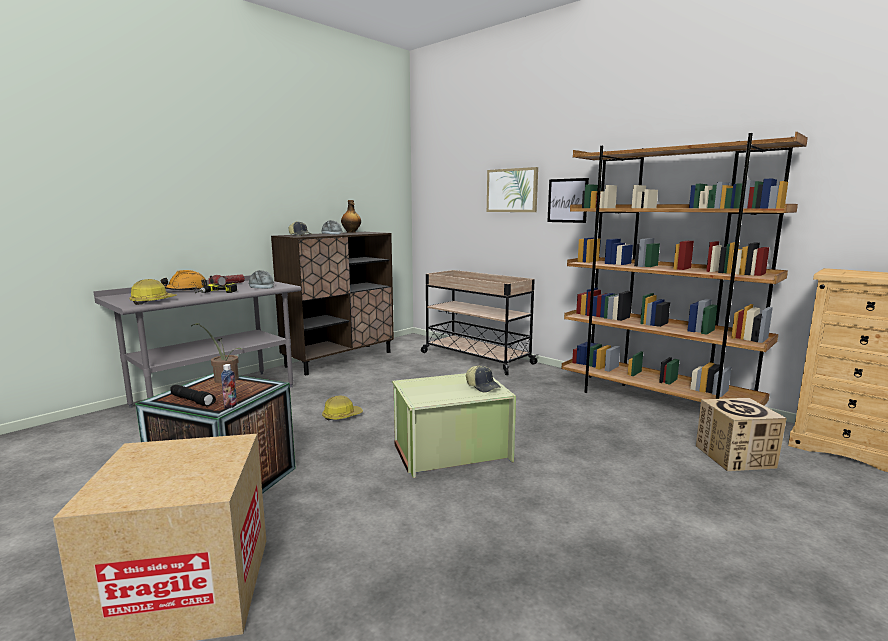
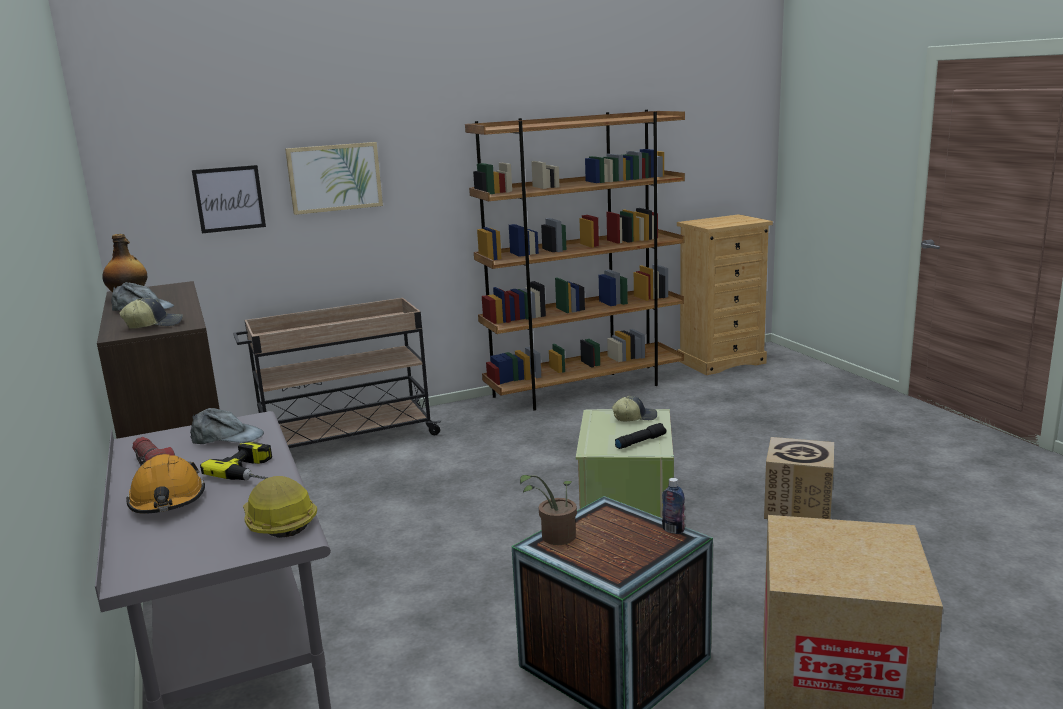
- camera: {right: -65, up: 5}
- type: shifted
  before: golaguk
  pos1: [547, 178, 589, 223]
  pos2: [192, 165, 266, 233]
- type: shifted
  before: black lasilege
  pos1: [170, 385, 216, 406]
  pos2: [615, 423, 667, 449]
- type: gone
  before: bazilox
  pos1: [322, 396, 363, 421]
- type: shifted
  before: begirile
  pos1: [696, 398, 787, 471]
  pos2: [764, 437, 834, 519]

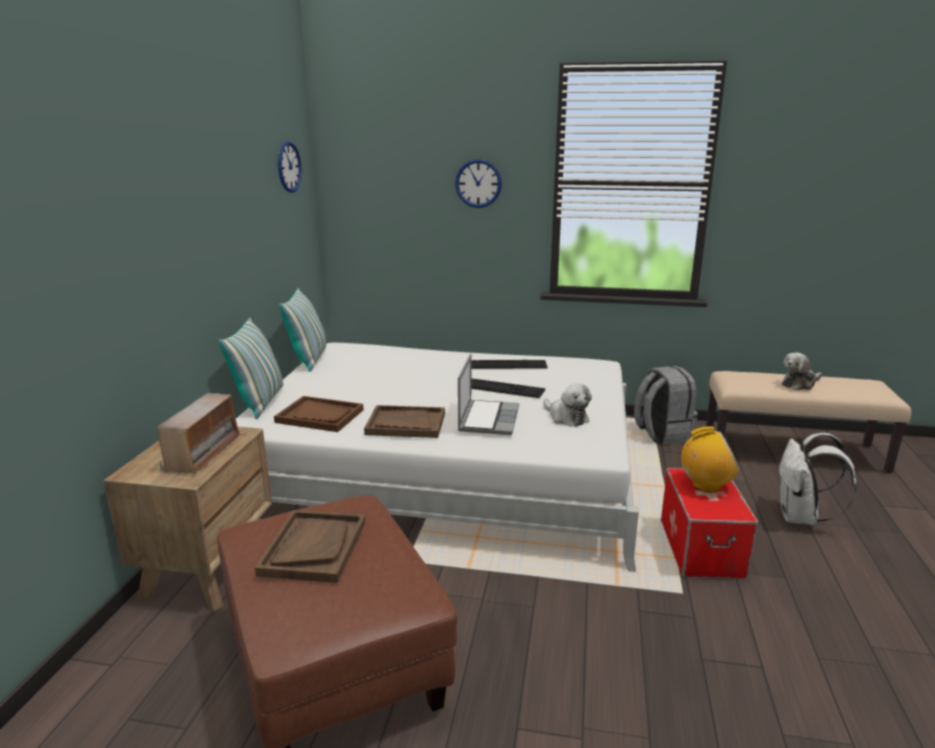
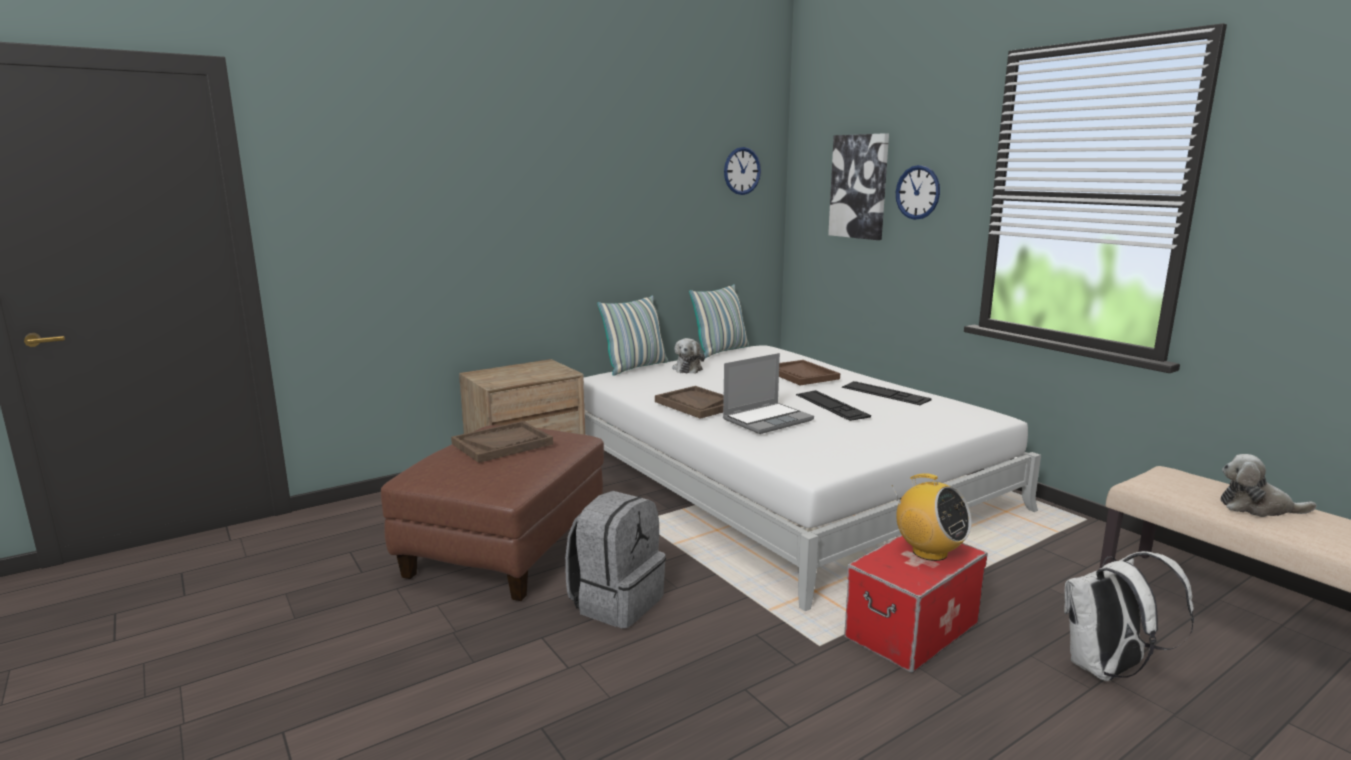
- camera: {right: 45, up: -5}
- type: shifted
  before: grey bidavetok
  pos1: [634, 366, 698, 445]
  pos2: [565, 491, 666, 628]
- type: shifted
  before: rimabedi
  pos1: [543, 383, 592, 427]
  pos2: [672, 338, 705, 374]
- type: gone
  before: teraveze
  pos1: [157, 393, 242, 475]
- type: shifted
  before: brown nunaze
  pos1: [274, 396, 364, 432]
  pos2: [779, 360, 840, 385]
- type: new
  after: golaguk
  pos2: [828, 133, 889, 240]

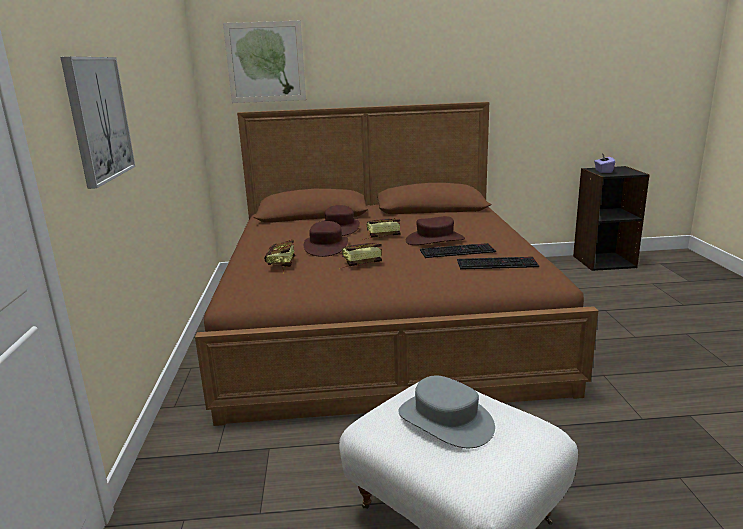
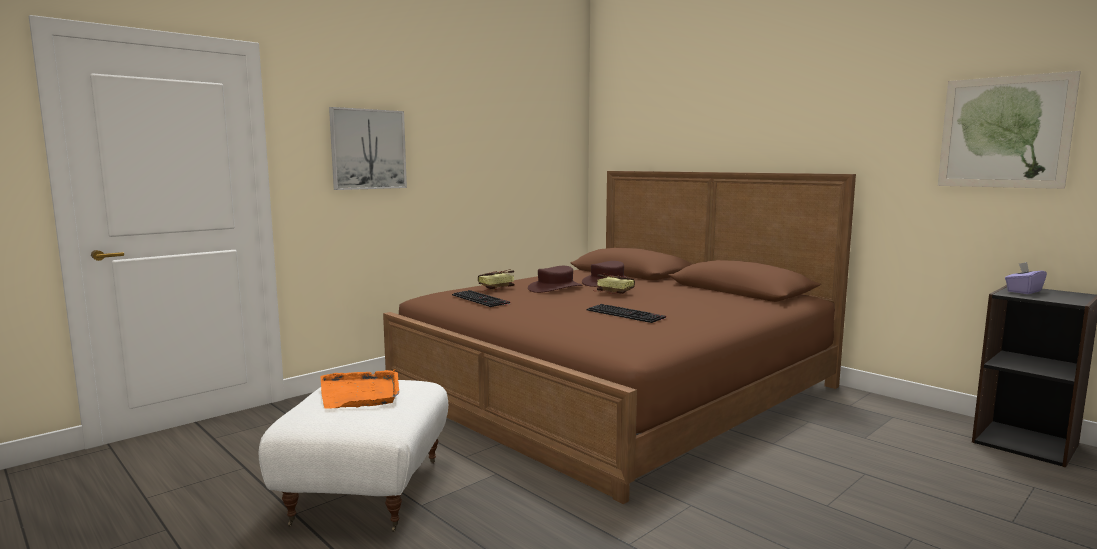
- camera: {right: 50, up: -10}
- type: shifted
  before: golaguk
  pos1: [223, 21, 306, 103]
  pos2: [938, 71, 1081, 189]
- type: gone
  before: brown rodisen
  pos1: [406, 216, 465, 245]
- type: gone
  before: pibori
  pos1: [339, 243, 382, 269]
- type: shifted
  before: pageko
  pos1: [457, 257, 539, 270]
  pos2: [452, 290, 510, 307]
- type: swapped
  before: grey rodisen
  after: orange nunaze
  pos1: [398, 376, 495, 448]
  pos2: [321, 369, 399, 409]

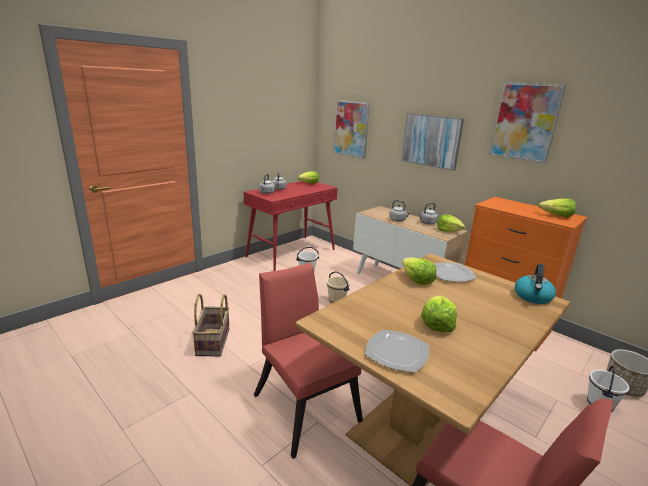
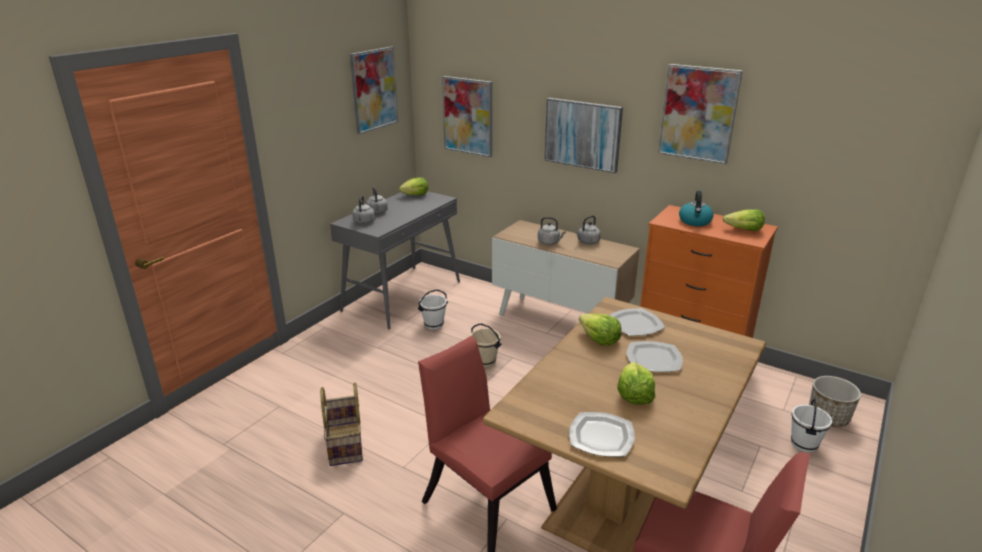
- camera: {right: -10, up: 5}
- type: repainted
  before: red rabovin
  after: grey rabovin
  pos1: [244, 181, 338, 271]
  pos2: [330, 191, 460, 329]
- type: gone
  before: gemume
  pos1: [437, 214, 465, 232]
- type: shifted
  before: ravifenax
  pos1: [515, 264, 556, 304]
  pos2: [679, 191, 714, 226]
- type: new
  after: golaguk
  pos2: [350, 47, 398, 134]
- type: new
  after: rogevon
  pos2: [627, 341, 683, 372]

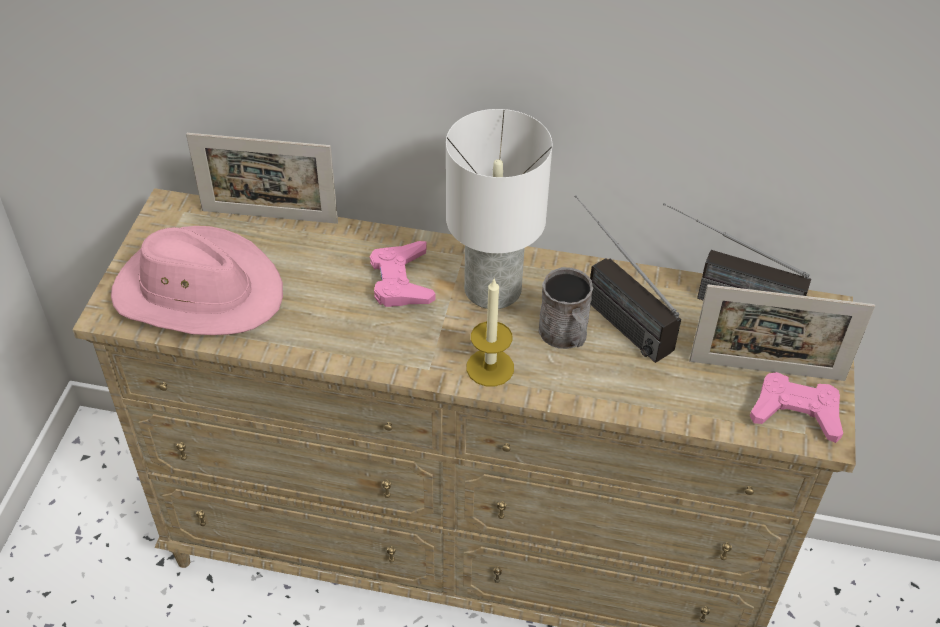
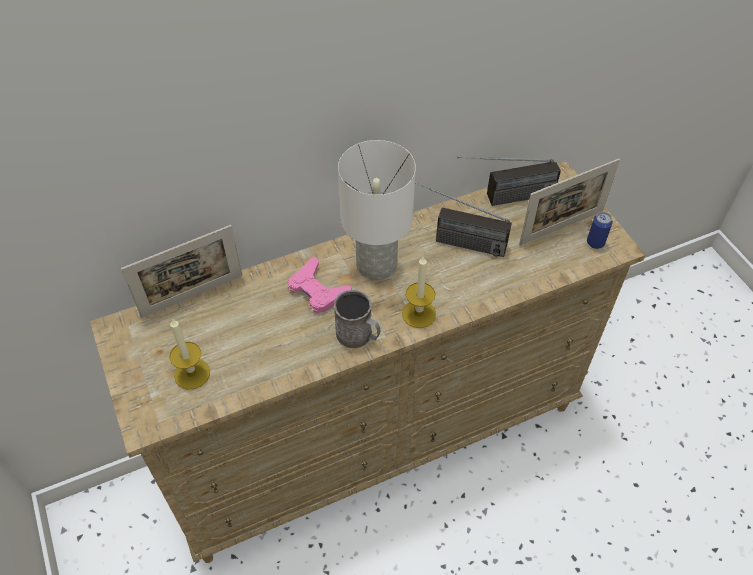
- camera: {right: -35, up: 5}
- type: swapped
  before: pink rodisen
  after: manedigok
  pos1: [111, 226, 283, 335]
  pos2: [169, 318, 210, 390]
- type: shifted
  before: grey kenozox
  pos1: [539, 267, 593, 349]
  pos2: [334, 290, 380, 348]
- type: swapped
  before: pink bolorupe
  after: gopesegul
  pos1: [750, 372, 843, 443]
  pos2: [587, 212, 613, 249]

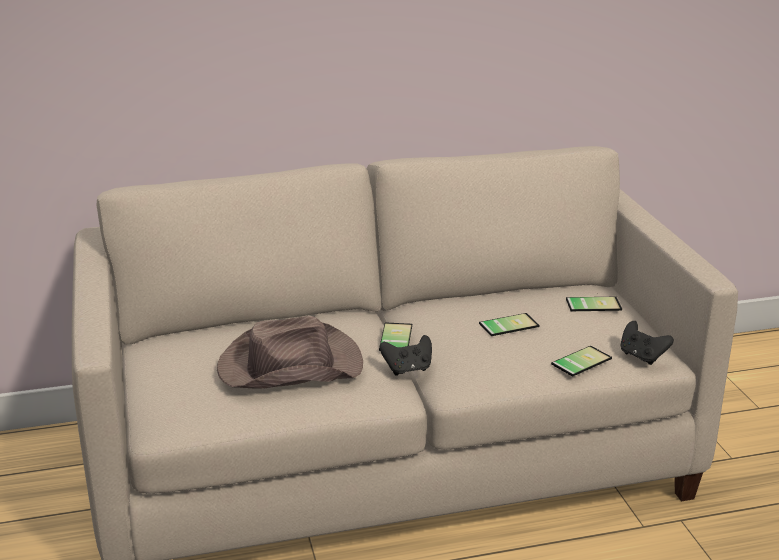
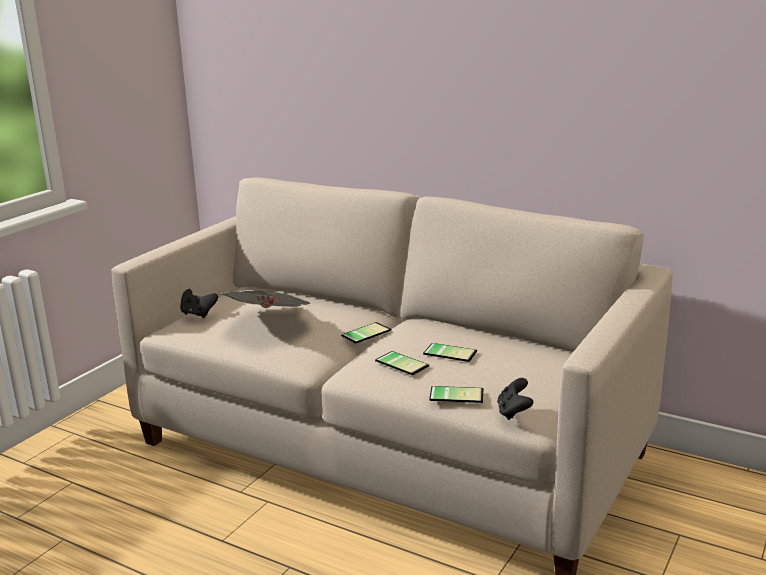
- camera: {right: 45, up: -5}
- type: shifted
  before: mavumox
  pos1: [566, 297, 622, 311]
  pos2: [375, 351, 429, 375]
- type: swapped
  before: brown rodisen
  after: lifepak
  pos1: [217, 316, 363, 389]
  pos2: [221, 290, 311, 308]
- type: shifted
  before: black bolorupe
  pos1: [380, 335, 432, 376]
  pos2: [180, 289, 218, 318]

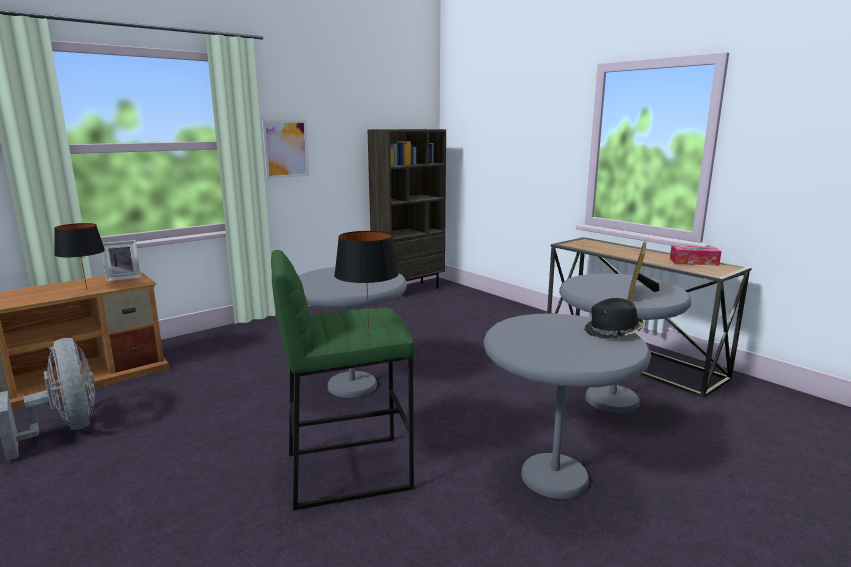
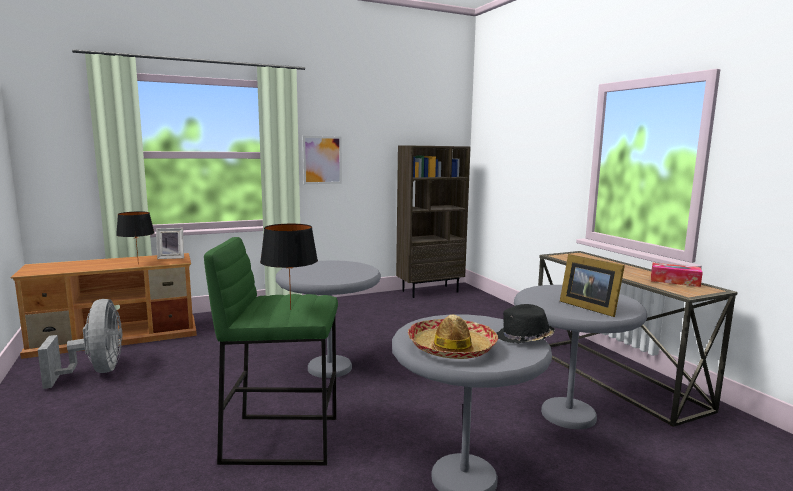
- camera: {right: 15, up: -5}
- type: rotated
  before: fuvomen
  pos1: [627, 242, 659, 301]
  pos2: [560, 254, 625, 317]
  turn: -75
- type: new
  after: rodisen
  pos2: [408, 315, 498, 359]

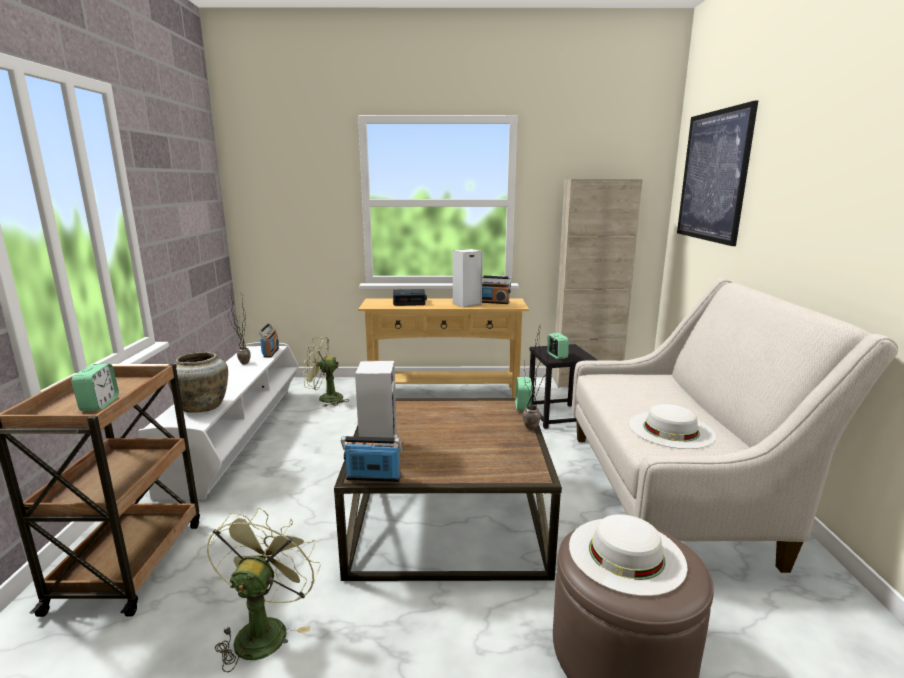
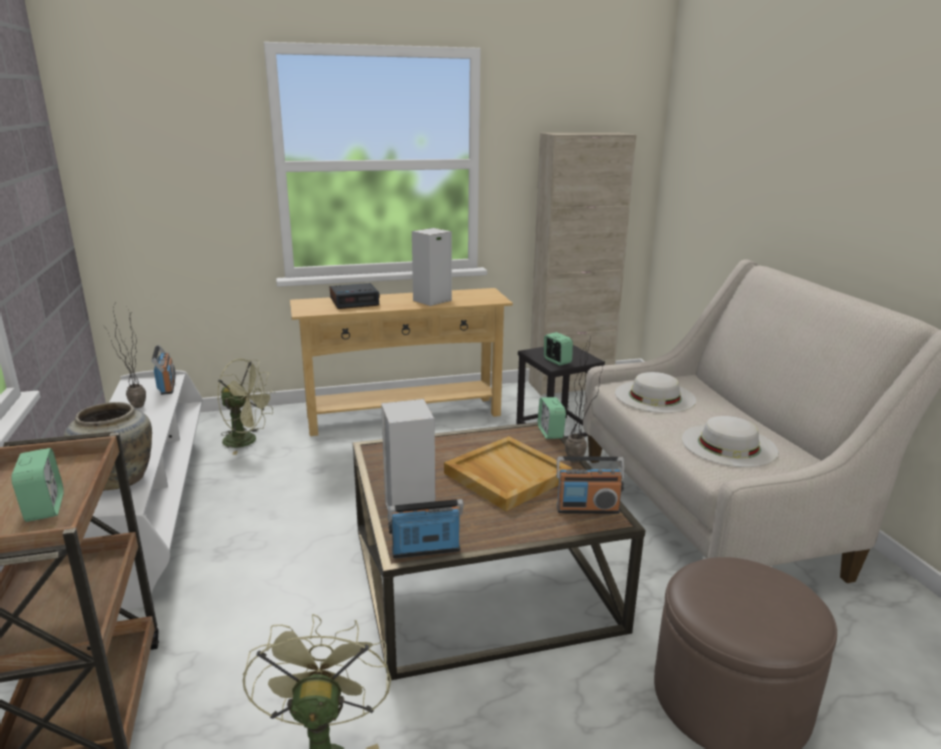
- camera: {right: -15, up: 5}
- type: gone
  before: golaguk
  pos1: [677, 101, 758, 246]
- type: shifted
  before: teraveze
  pos1: [482, 276, 511, 304]
  pos2: [556, 456, 625, 514]
- type: rotated
  before: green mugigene
  pos1: [303, 337, 348, 407]
  pos2: [218, 358, 275, 455]
  turn: -150
- type: shifted
  before: white rodisen
  pos1: [569, 514, 688, 596]
  pos2: [615, 372, 696, 413]
- type: new
  after: beige nunaze
  pos2: [444, 436, 572, 511]

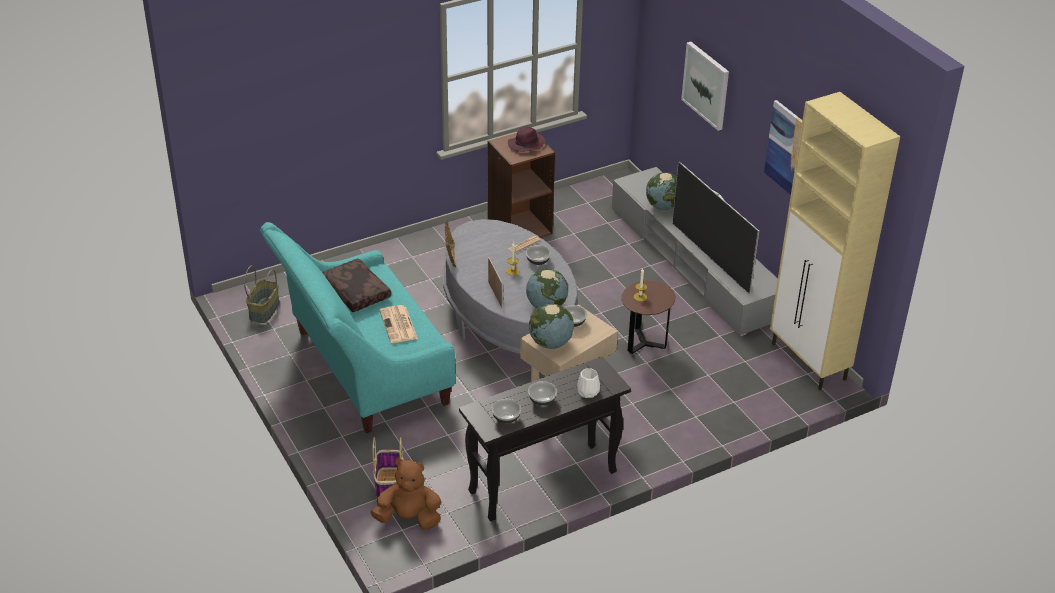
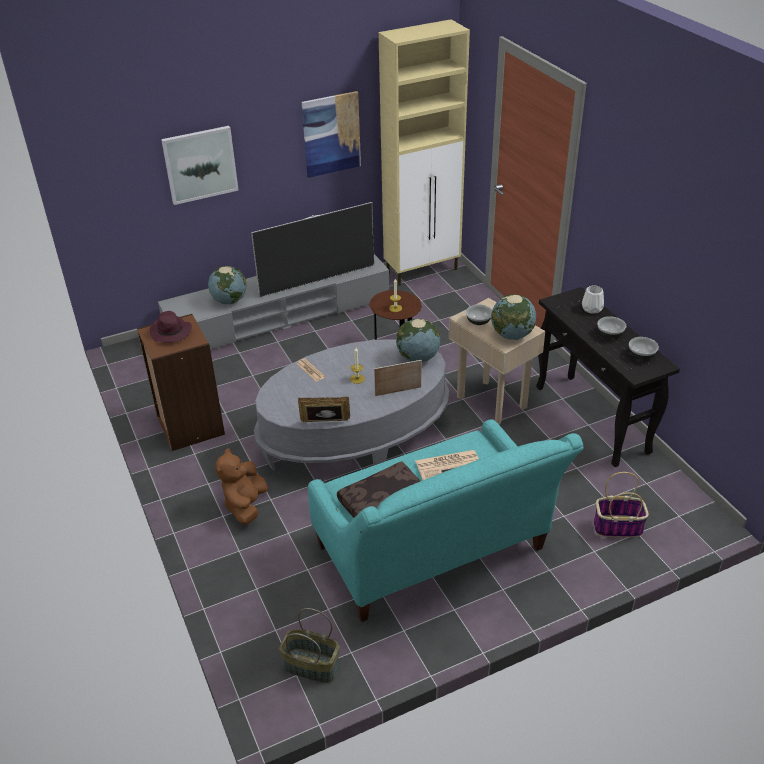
- camera: {right: -85, up: 0}
- type: gone
  before: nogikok
  pos1: [526, 245, 551, 265]
- type: shifted
  before: brown rimabedi
  pos1: [370, 458, 441, 530]
  pos2: [215, 448, 268, 525]

